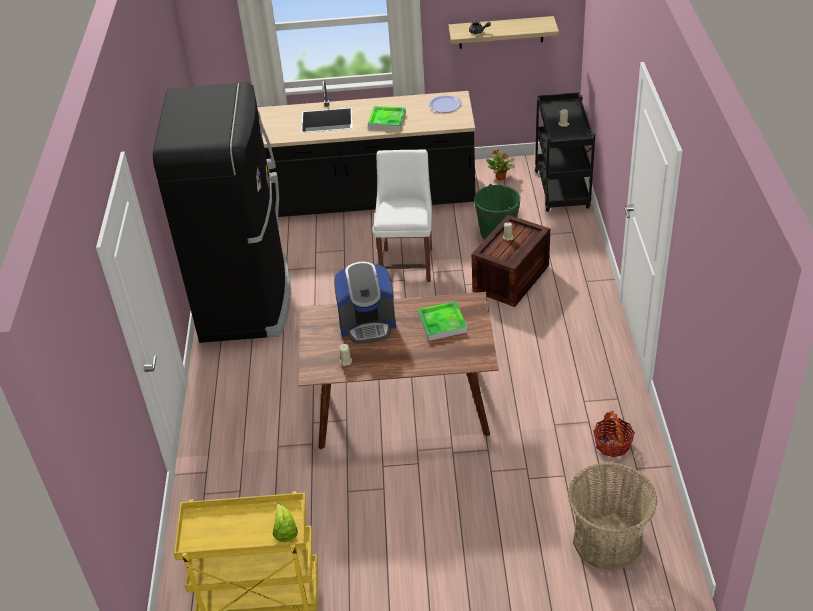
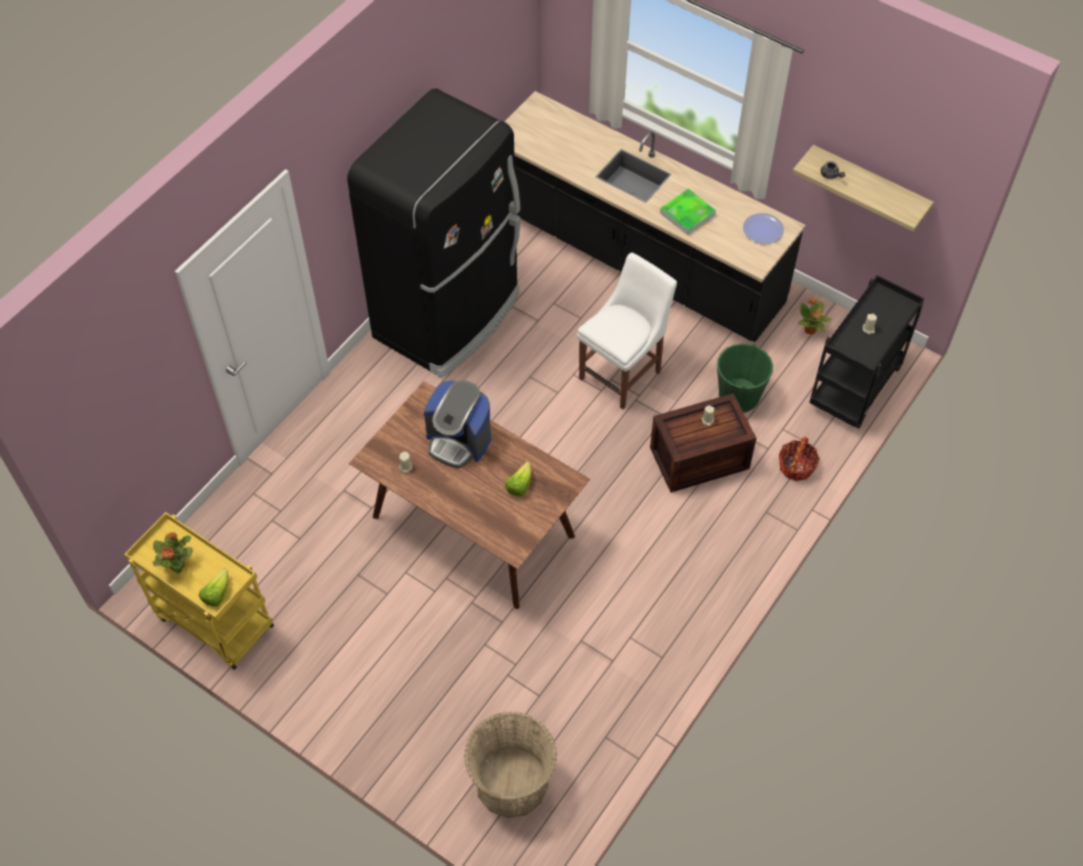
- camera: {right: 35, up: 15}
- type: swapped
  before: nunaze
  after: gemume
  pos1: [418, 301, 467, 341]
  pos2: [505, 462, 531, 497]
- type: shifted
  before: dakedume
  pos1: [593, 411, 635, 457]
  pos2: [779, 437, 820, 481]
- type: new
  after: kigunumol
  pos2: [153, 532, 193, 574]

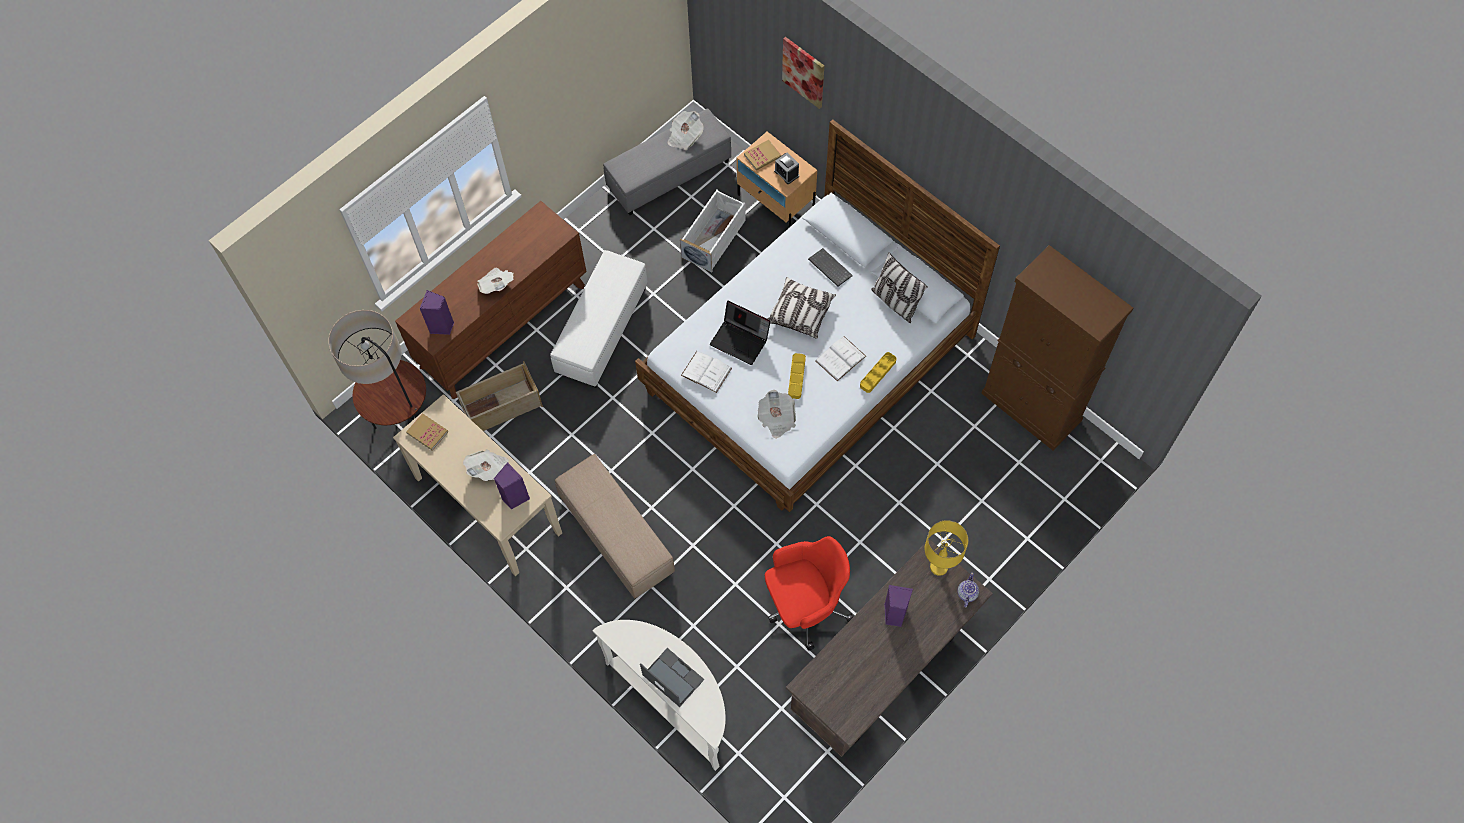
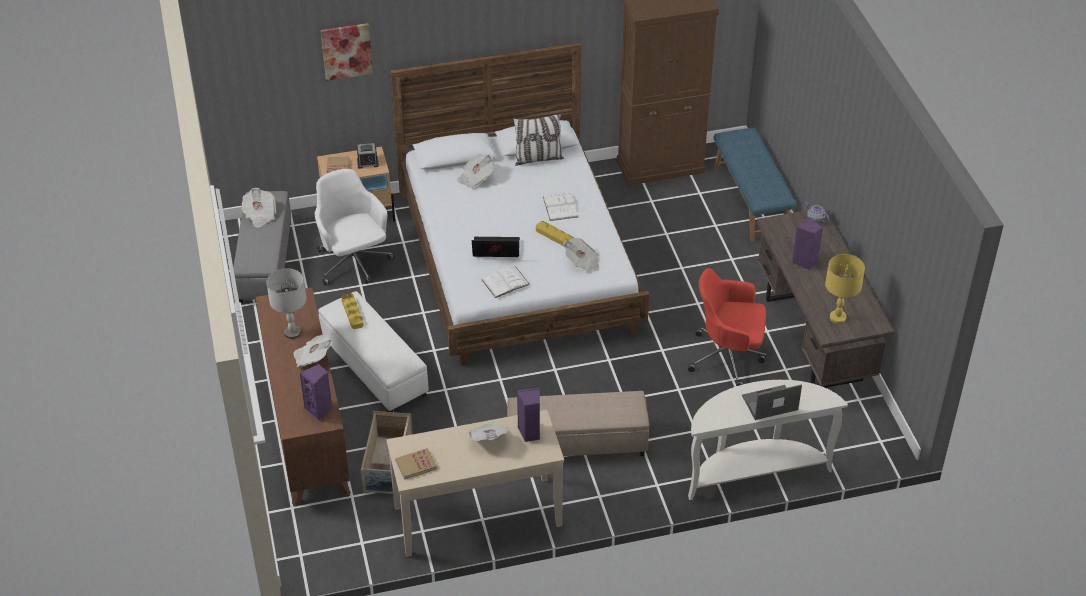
- camera: {right: -60, up: -20}
- type: swapped
  before: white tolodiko
  after: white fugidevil
  pos1: [680, 190, 746, 273]
  pos2: [315, 169, 395, 285]
- type: swapped
  before: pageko
  after: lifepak
  pos1: [808, 248, 853, 286]
  pos2: [457, 153, 494, 188]
- type: gone
  before: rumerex
  pos1: [767, 277, 836, 339]
- type: rotated
  before: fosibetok
  pos1: [710, 301, 770, 365]
  pos2: [472, 237, 520, 257]
  turn: -150
- type: gone
  before: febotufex
  pos1: [328, 310, 426, 429]
- type: shifted
  before: yellow nunaze
  pos1: [860, 352, 897, 393]
  pos2: [341, 293, 364, 329]
- type: shifted
  before: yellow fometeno
  pos1: [924, 520, 968, 576]
  pos2: [825, 254, 865, 324]
- type: rotated
  before: red fugidevil
  pos1: [765, 536, 853, 651]
  pos2: [688, 268, 766, 386]
  turn: -90
- type: new
  after: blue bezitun
  pos2: [714, 128, 796, 242]
- type: new
  after: grey fometeno
  pos2: [267, 268, 306, 339]

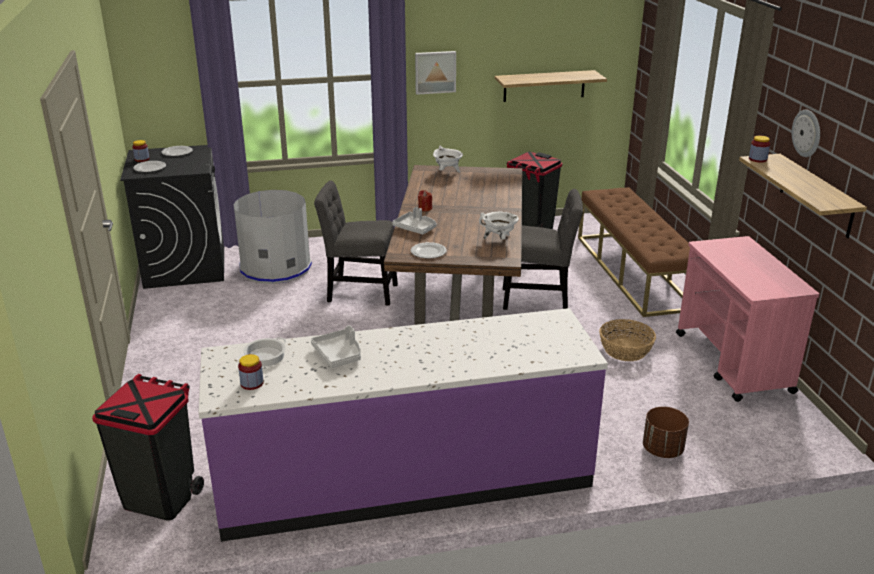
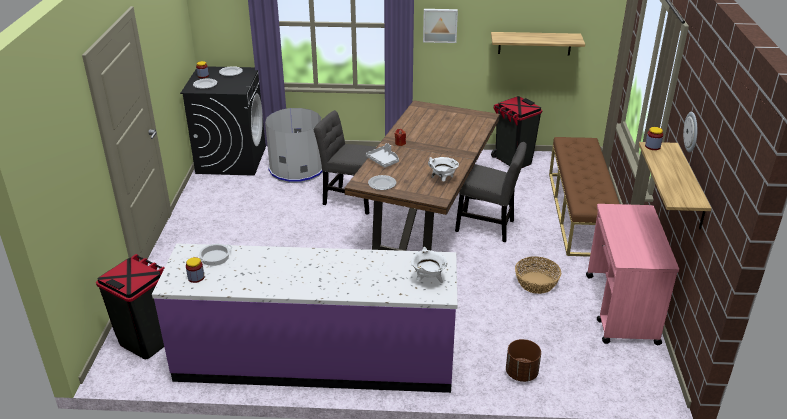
- camera: {right: 15, up: 5}
- type: shifted
  before: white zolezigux
  pos1: [433, 145, 463, 173]
  pos2: [411, 247, 447, 283]
- type: gone
  before: grey nunaze
  pos1: [311, 325, 361, 368]

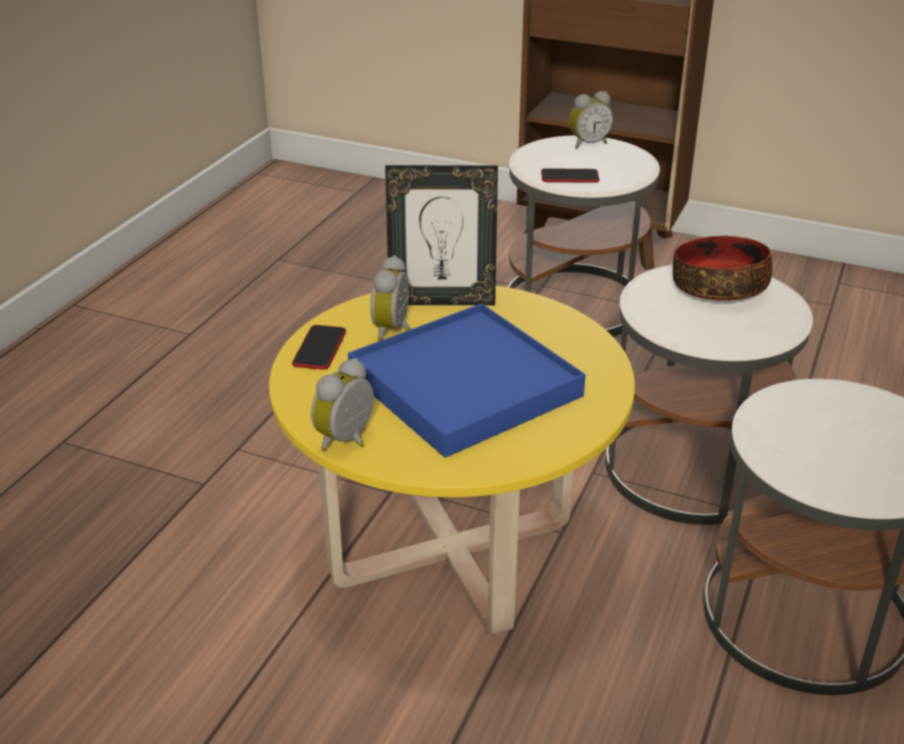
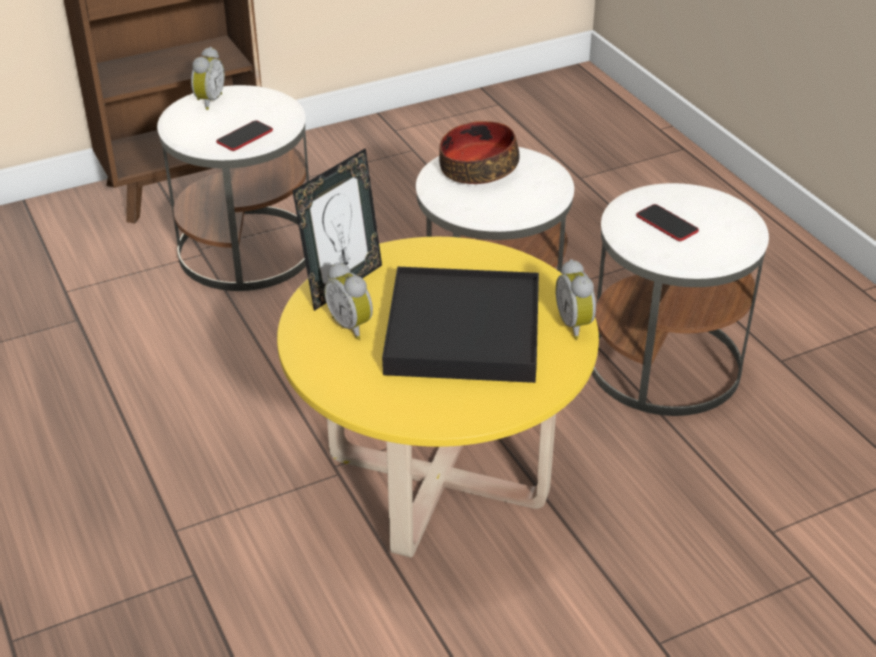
- camera: {right: -50, up: 5}
- type: repainted
  before: blue nunaze
  after: black nunaze
  pos1: [348, 303, 586, 458]
  pos2: [382, 267, 539, 383]
- type: shifted
  before: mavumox
  pos1: [292, 325, 346, 370]
  pos2: [636, 204, 699, 241]
- type: shifted
  before: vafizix
  pos1: [311, 358, 374, 451]
  pos2: [556, 259, 596, 339]

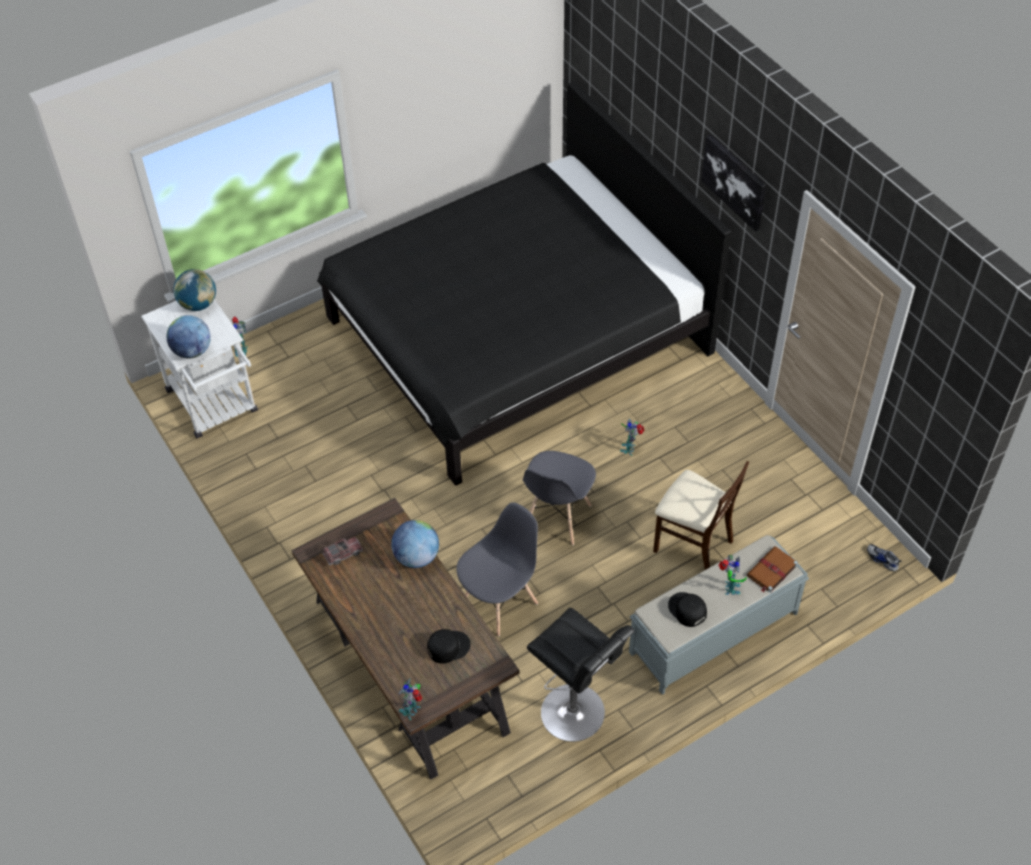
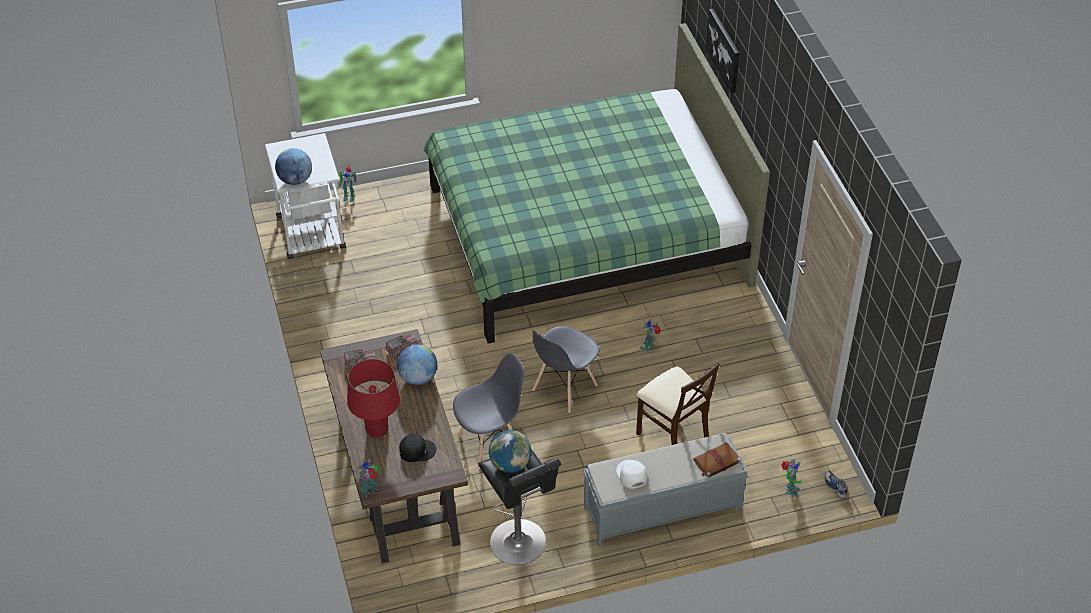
- camera: {right: 15, up: -5}
- type: repainted
  before: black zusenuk
  after: green zusenuk
  pos1: [317, 81, 731, 486]
  pos2: [423, 23, 770, 344]
- type: shifted
  before: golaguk
  pos1: [701, 134, 766, 231]
  pos2: [706, 9, 739, 93]
- type: shifted
  before: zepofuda
  pos1: [173, 269, 216, 311]
  pos2: [489, 430, 531, 473]
- type: shifted
  before: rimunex
  pos1: [719, 555, 747, 595]
  pos2: [781, 459, 802, 496]
- type: repainted
  before: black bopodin
  after: white bopodin
  pos1: [668, 592, 707, 627]
  pos2: [616, 460, 648, 489]
- type: new
  after: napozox
  pos2: [384, 333, 418, 357]
- type: new
  after: red fometeno
  pos2: [347, 359, 400, 438]

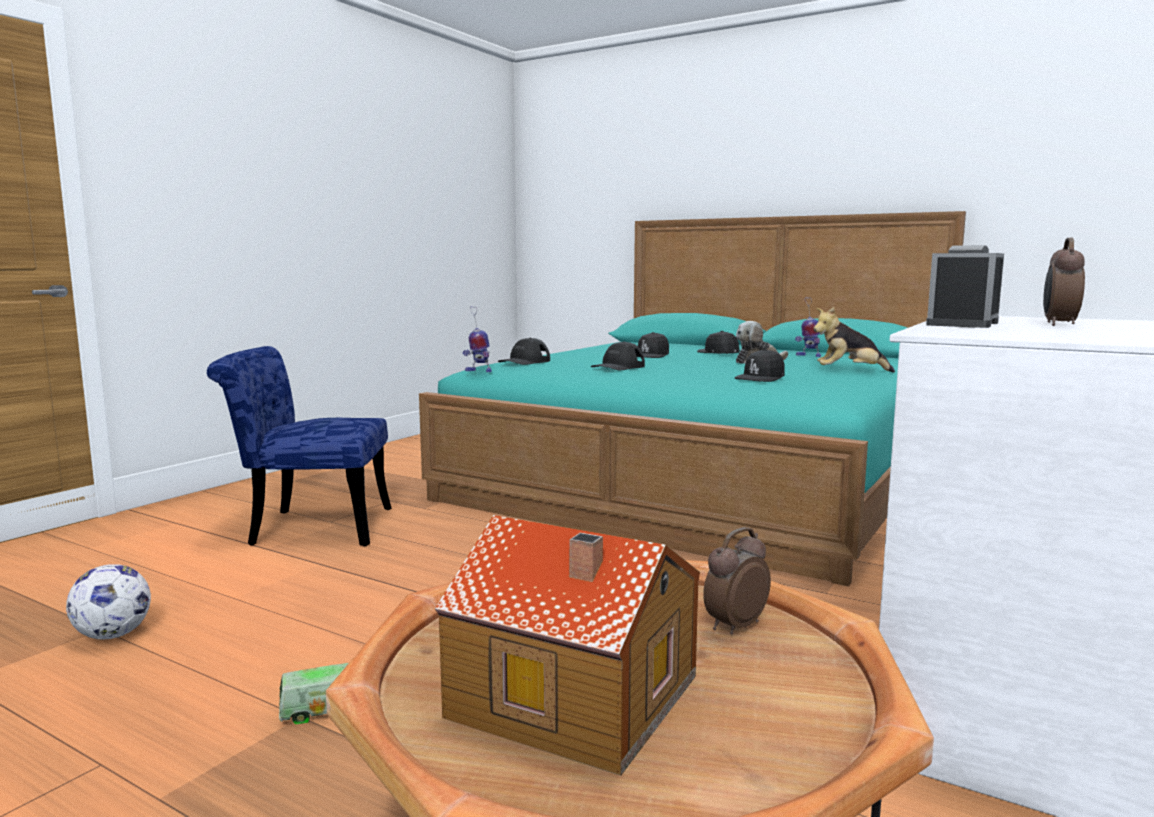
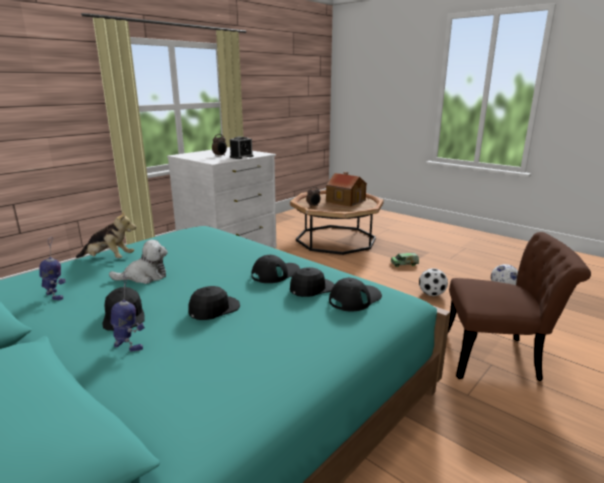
- camera: {right: -170, up: 10}
- type: shifted
  before: rimunex
  pos1: [462, 306, 492, 372]
  pos2: [111, 274, 145, 352]
- type: repainted
  before: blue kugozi
  after: brown kugozi
  pos1: [207, 346, 392, 547]
  pos2: [448, 232, 591, 381]
- type: shifted
  before: black bopodin
  pos1: [735, 349, 785, 382]
  pos2: [290, 267, 334, 297]
- type: new
  after: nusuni
  pos2: [419, 268, 448, 296]

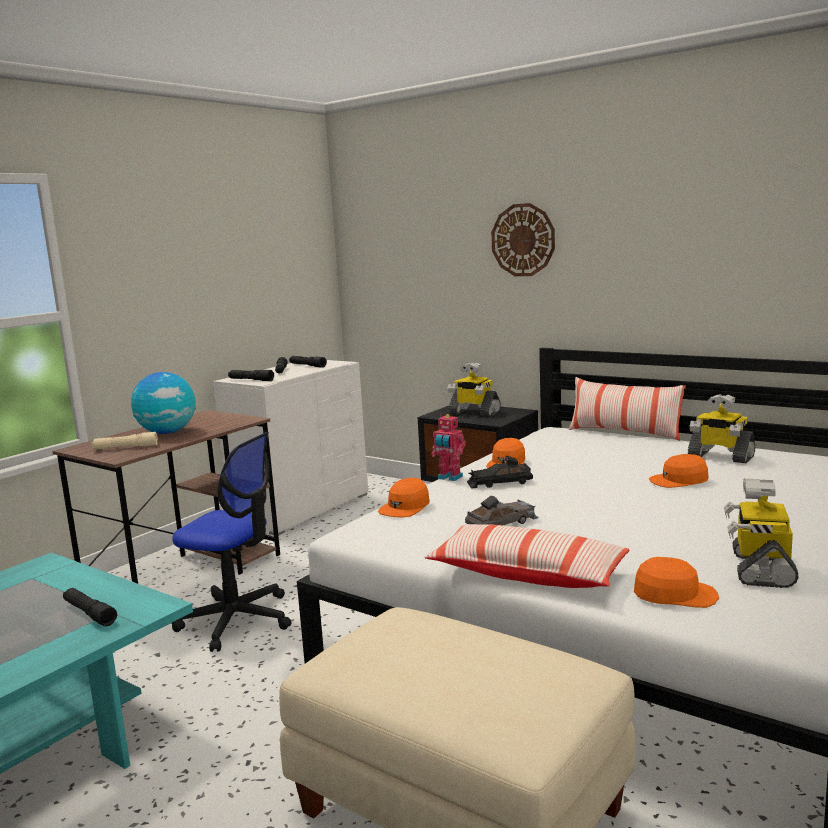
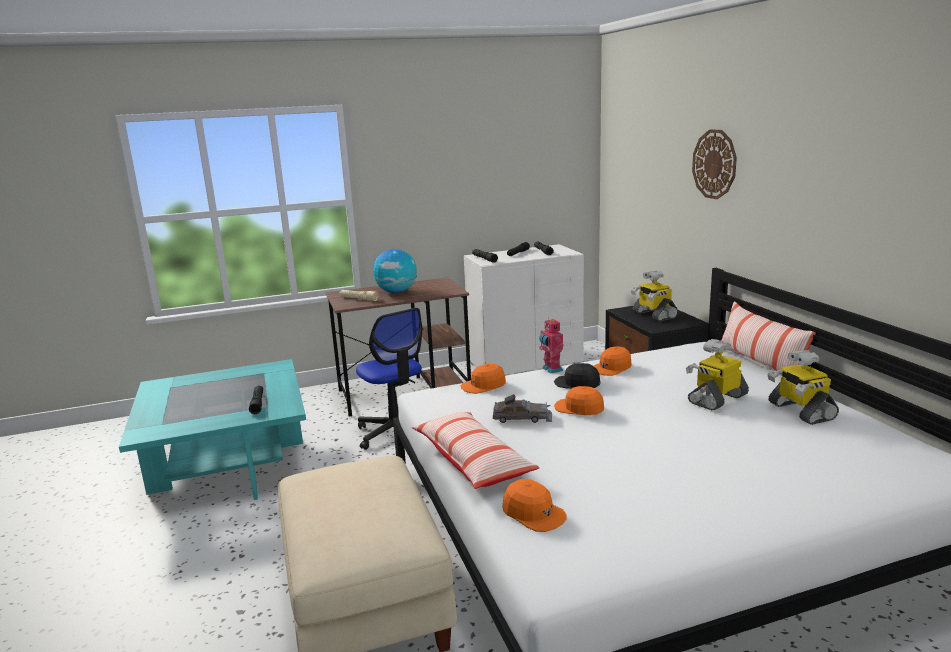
- camera: {right: 35, up: 5}
- type: shifted
  before: orange bopodin
  pos1: [649, 454, 709, 488]
  pos2: [554, 386, 604, 415]
- type: swapped
  before: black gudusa
  after: black bopodin
  pos1: [467, 456, 533, 489]
  pos2: [554, 363, 600, 389]
- type: shifted
  before: rimunex
  pos1: [724, 478, 799, 588]
  pos2: [686, 339, 749, 410]

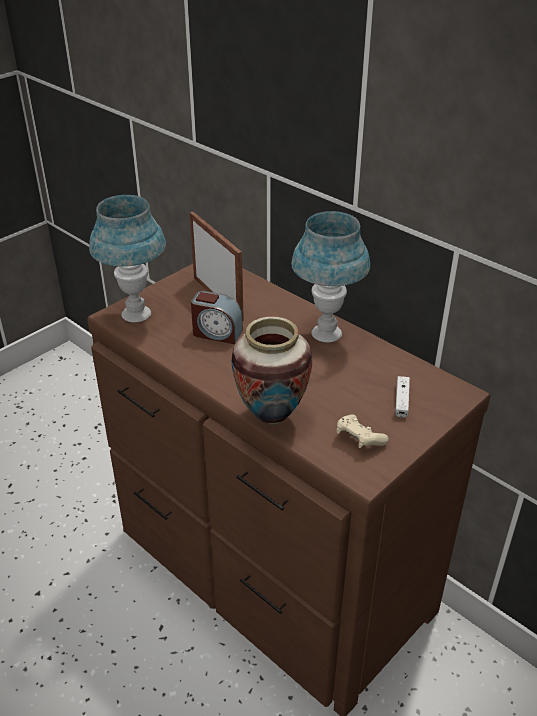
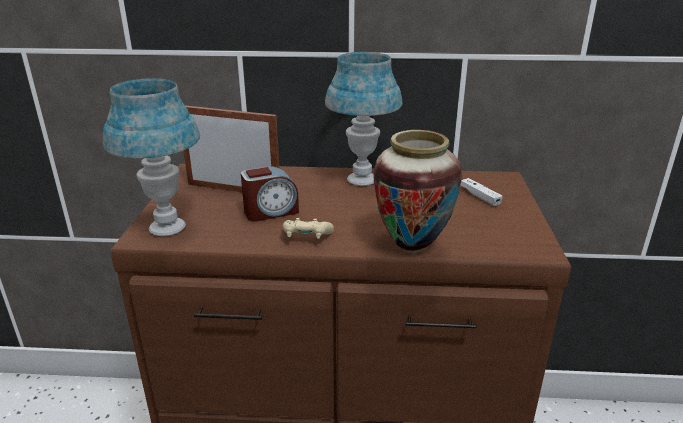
- camera: {right: -40, up: -10}
- type: shifted
  before: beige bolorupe
  pos1: [337, 414, 389, 448]
  pos2: [283, 218, 334, 239]

